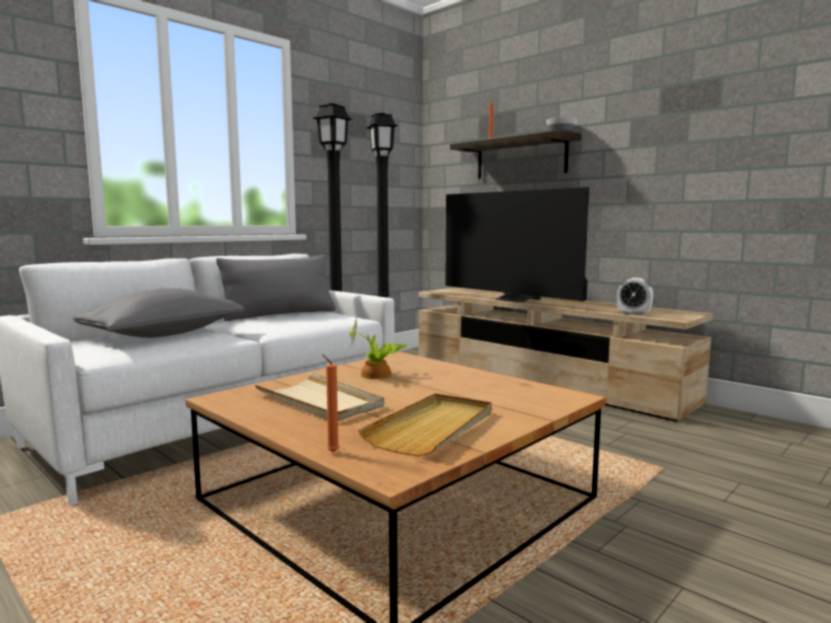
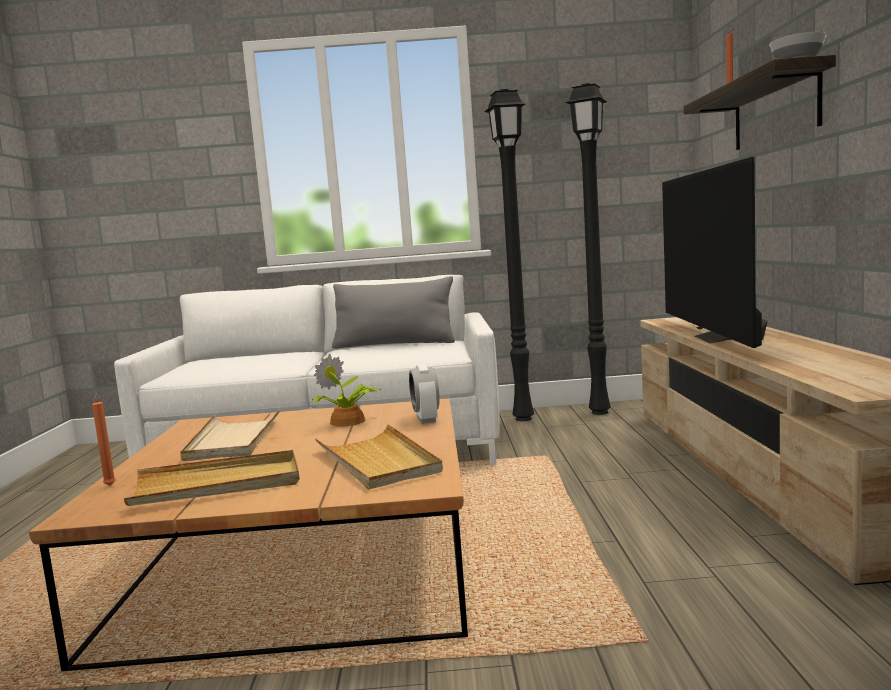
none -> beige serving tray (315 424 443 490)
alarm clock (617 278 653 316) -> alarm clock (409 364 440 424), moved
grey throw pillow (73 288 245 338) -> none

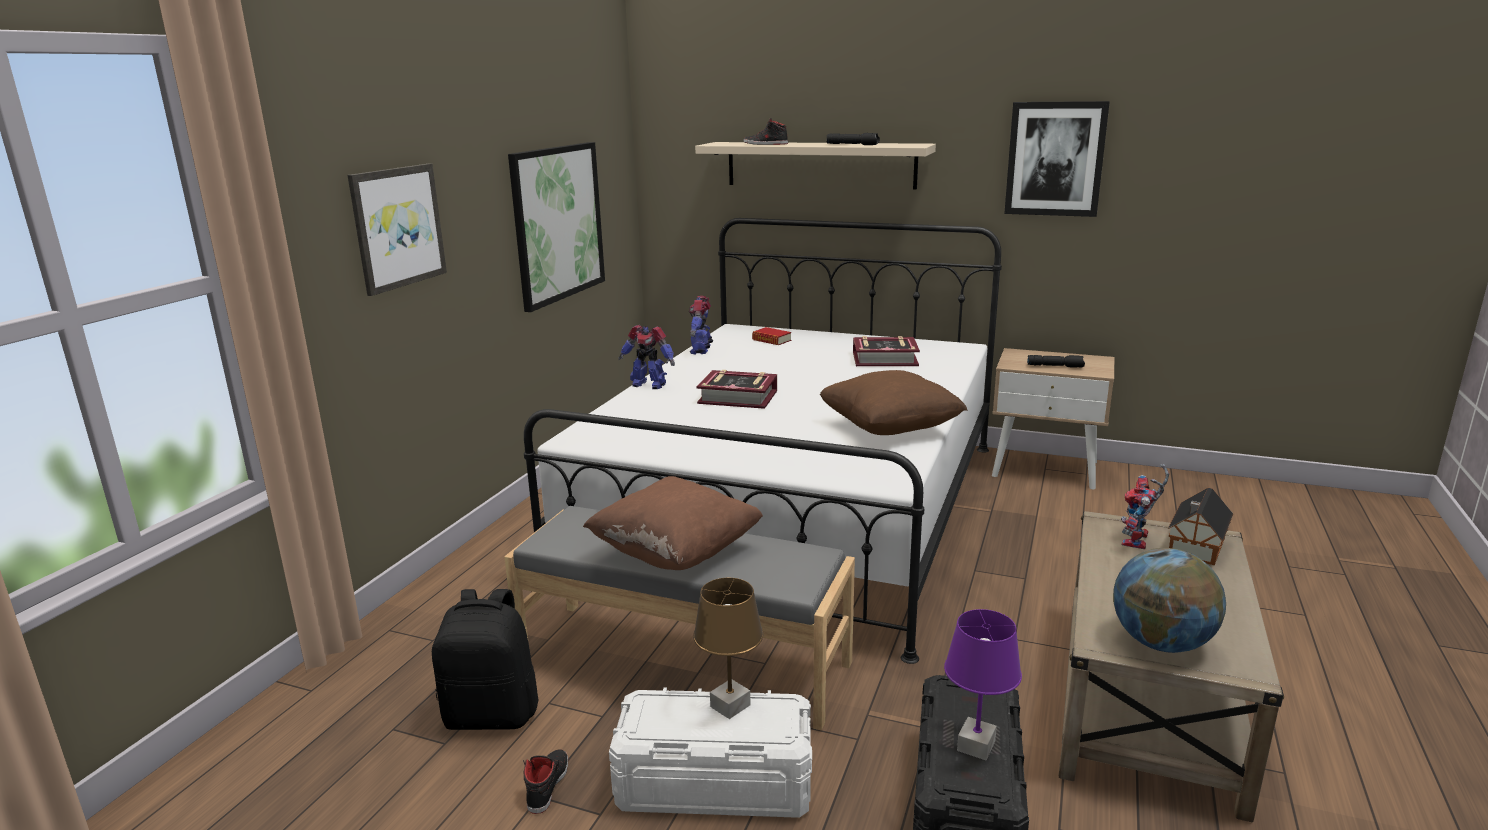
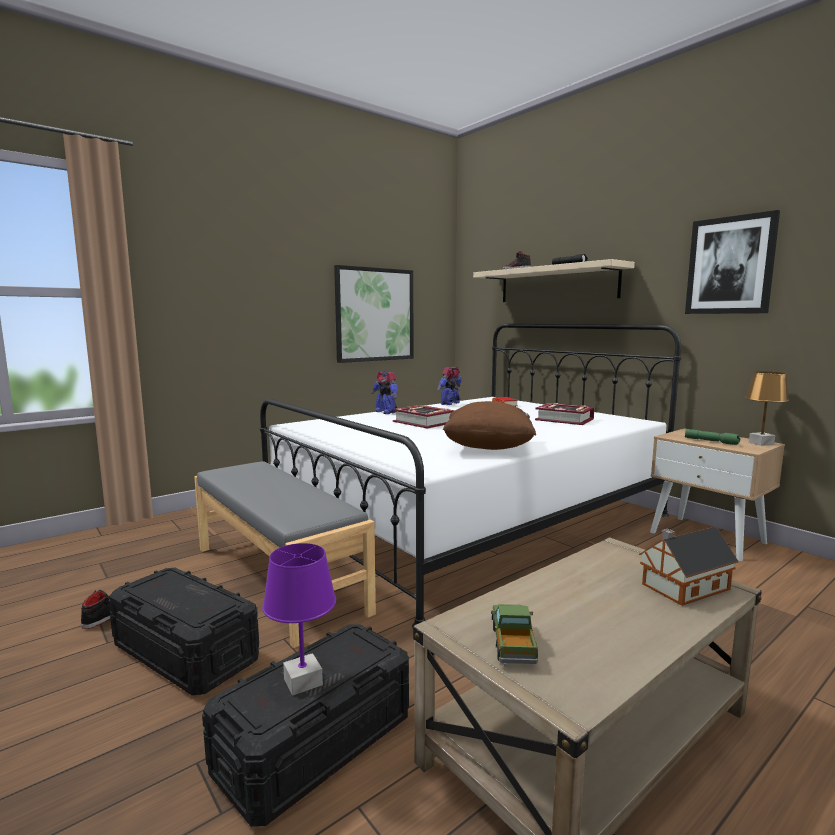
white-coloured storage box (609 688 812 818) -> black storage box (108 568 259 696)
globe (1113 548 1226 653) -> model truck (491 604 538 666)
black torch (1027 355 1085 368) -> green-coloured torch (685 429 740 445)
brown table lamp (693 578 763 719) -> brown table lamp (745 371 789 446), moved
picture (348 163 447 296) -> none
black knapsack (432 589 539 730) -> none
brown throw pillow (583 476 763 570) -> none
model robot (1121 464 1169 549) -> none

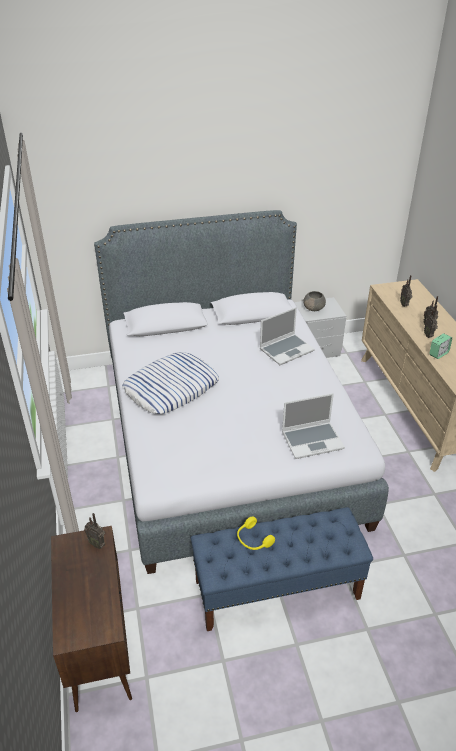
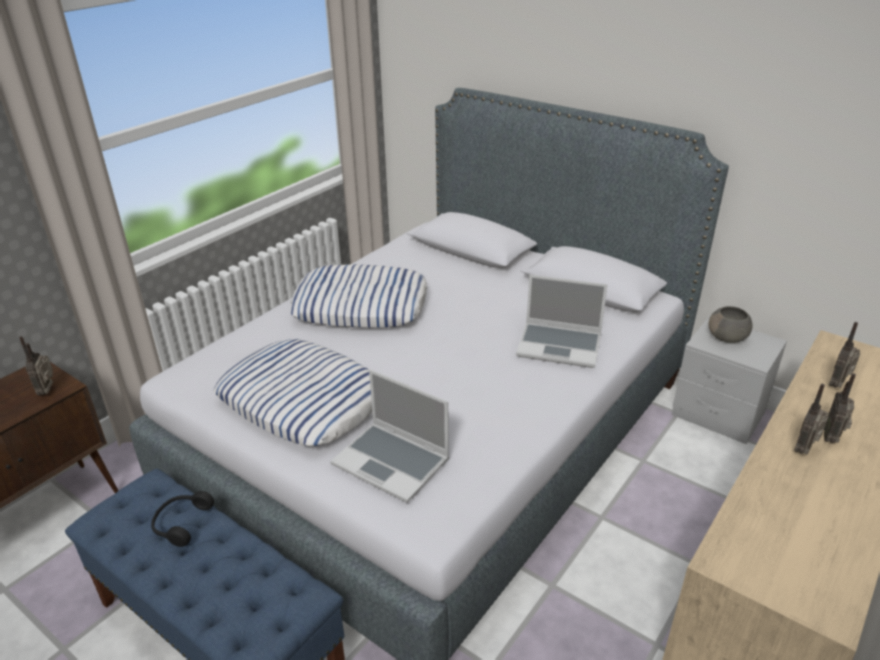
yellow-coloured pair of headphones (237 516 275 550) -> black pair of headphones (151 491 214 547)
none -> throw pillow (214 339 372 447)
alarm clock (429 334 452 359) -> none

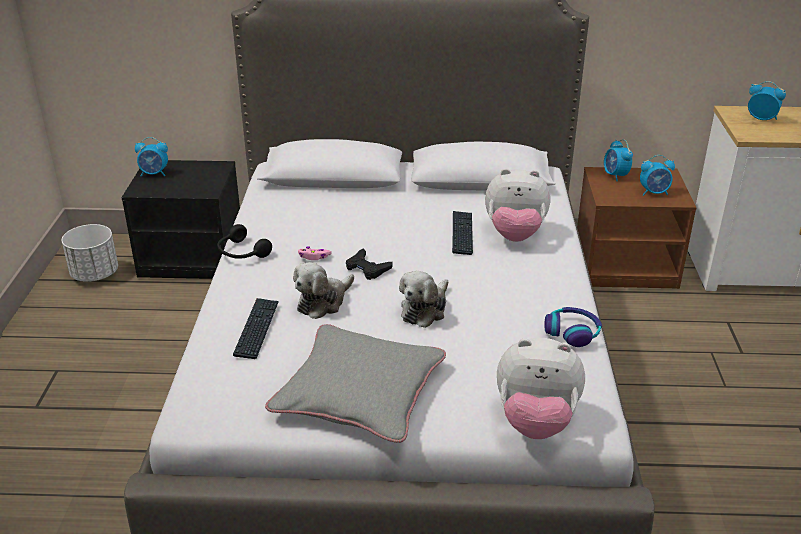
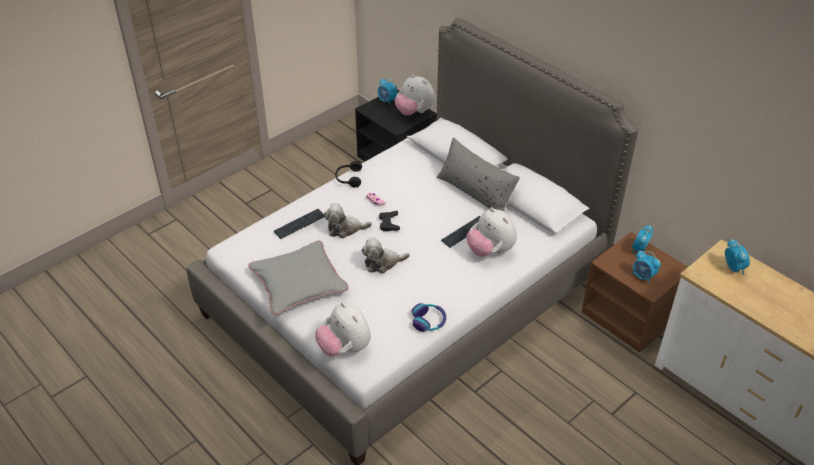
none -> cuddly toy (395 74 435 116)
none -> grey throw pillow (437 137 520 212)
white-coloured plant pot (61 224 118 282) -> none

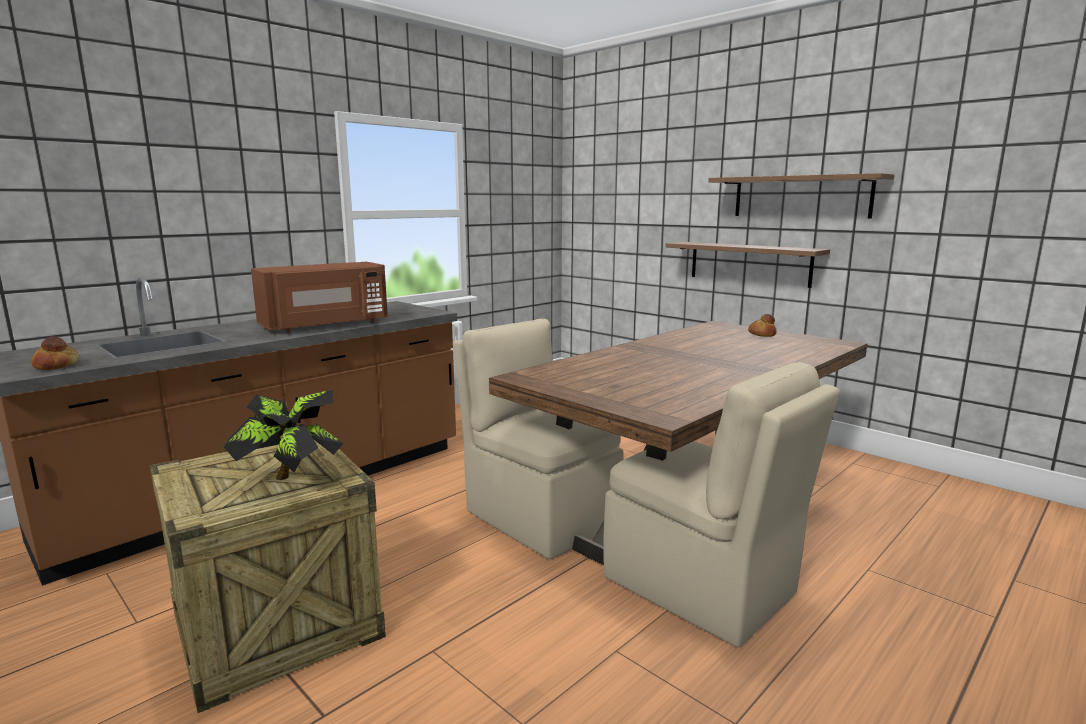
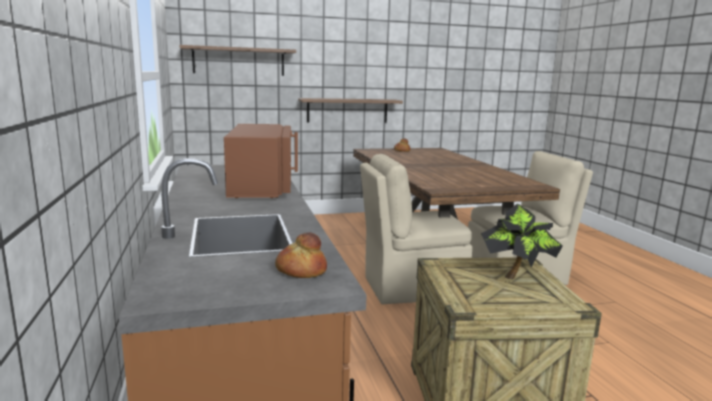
shelf (708 173 894 219) -> shelf (180 45 296 76), moved

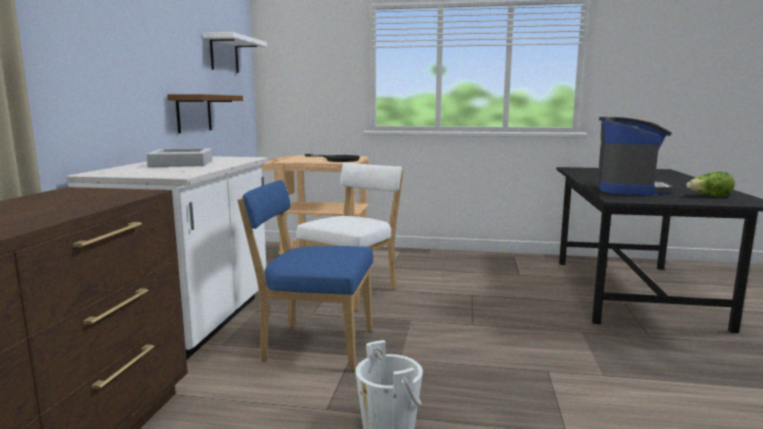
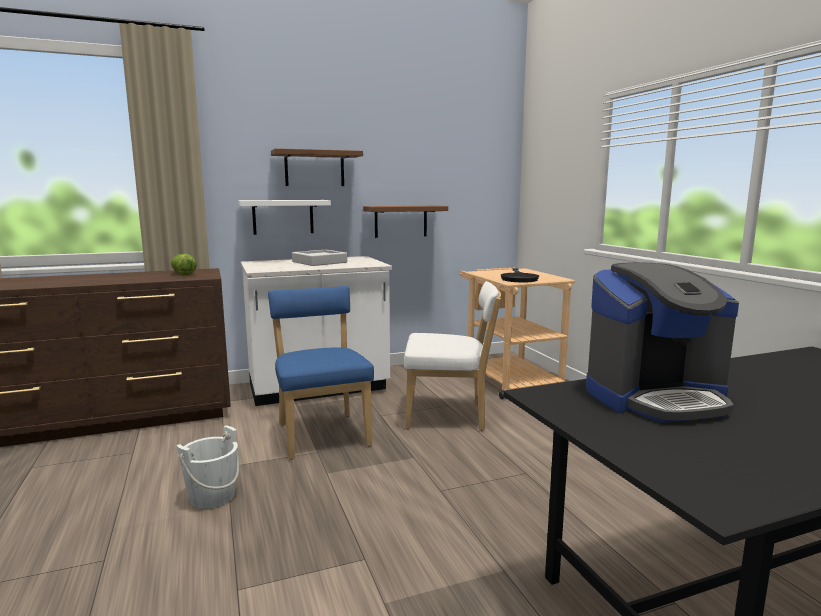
head of lettuce (686 172 735 196) -> head of lettuce (171 253 197 276), moved
white-coloured shelf (203 32 267 73) -> white-coloured shelf (238 200 331 235), moved
none -> brown shelf (271 148 363 186)

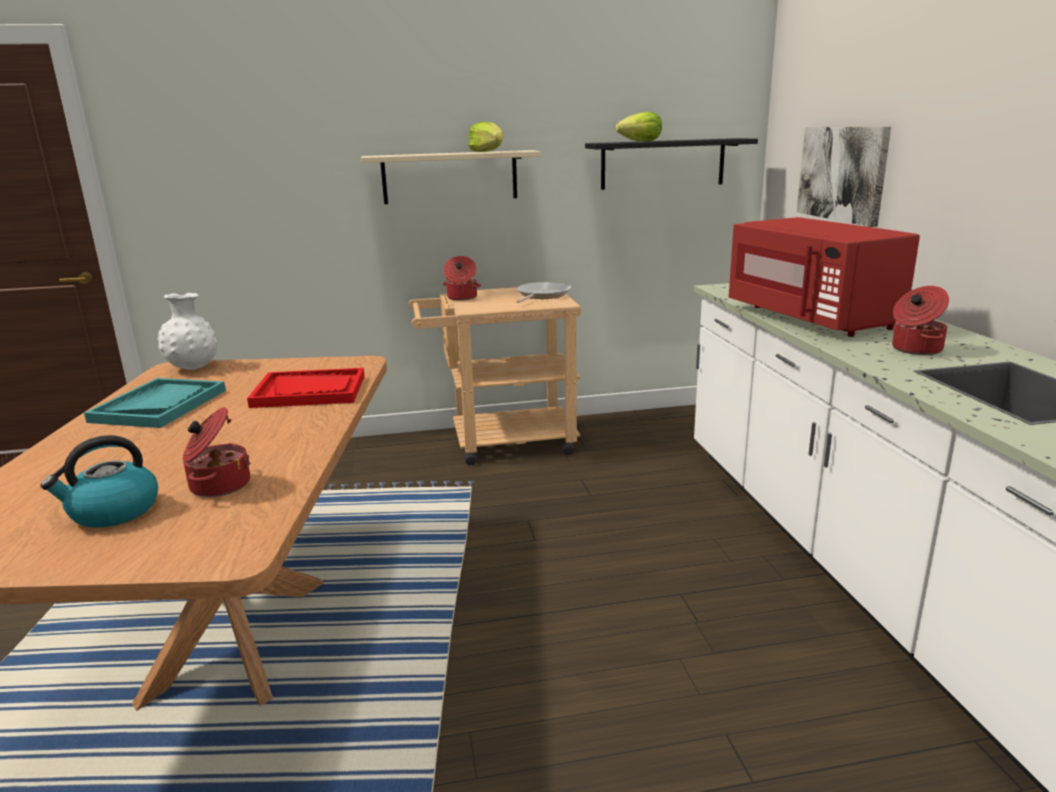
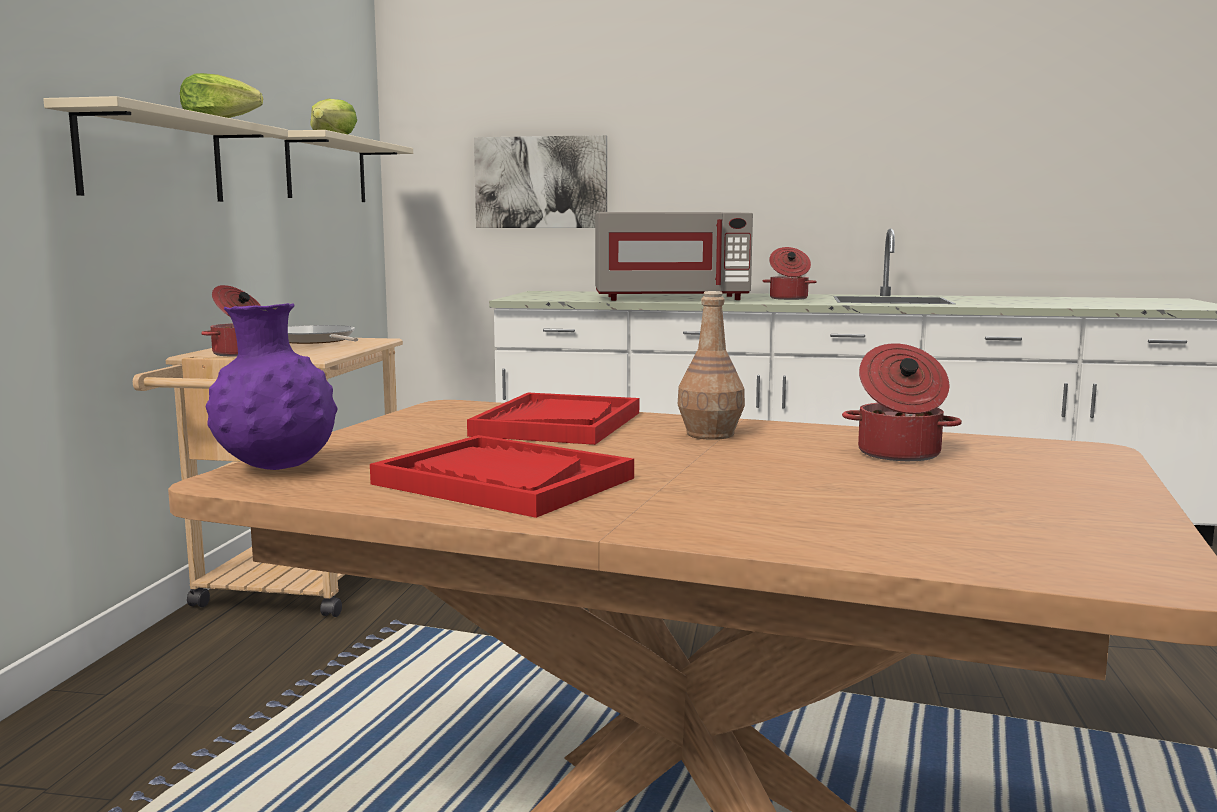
white-coloured decorative vase (158 293 217 370) -> purple decorative vase (206 303 338 470)
black shelf (585 138 758 190) -> beige shelf (273 130 413 202)
turquoise serving tray (84 378 226 428) -> red serving tray (370 435 634 518)
red microwave (729 217 920 337) -> grey microwave (595 212 753 301)
none -> brown beverage bottle (678 291 745 440)
tea kettle (41 435 158 528) -> none

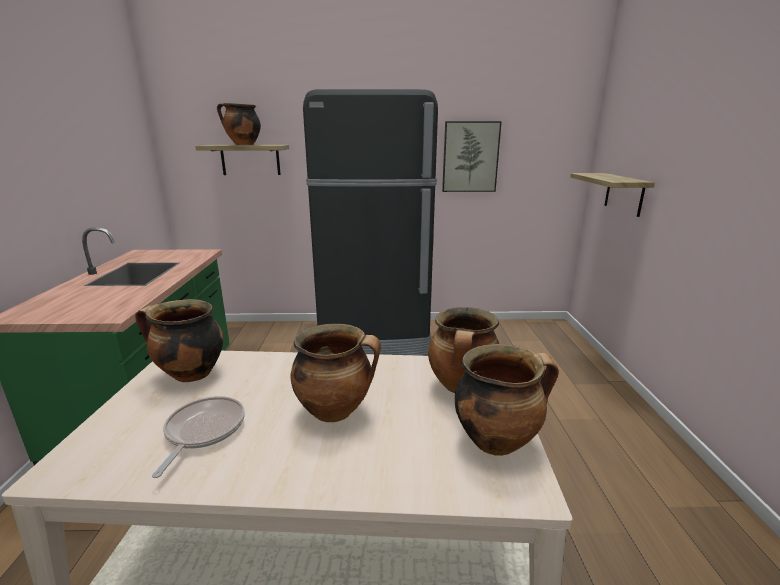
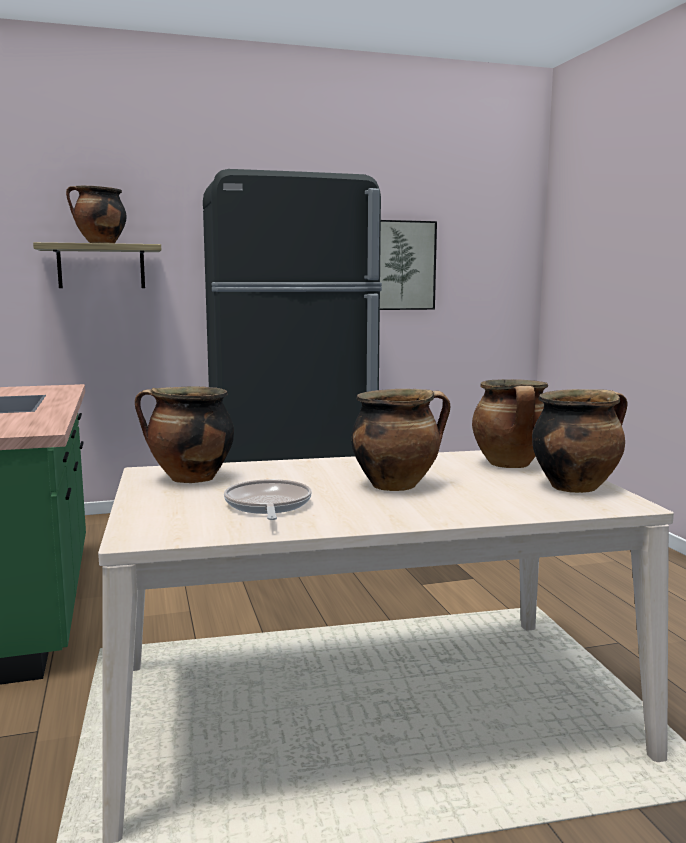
shelf (570 173 655 217) -> none

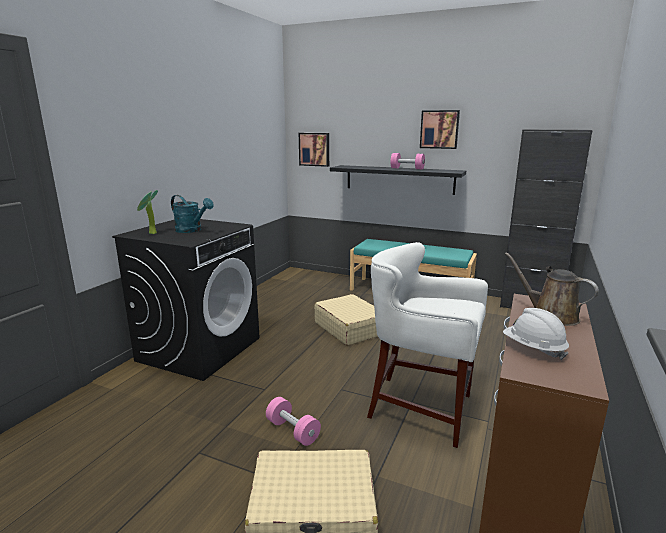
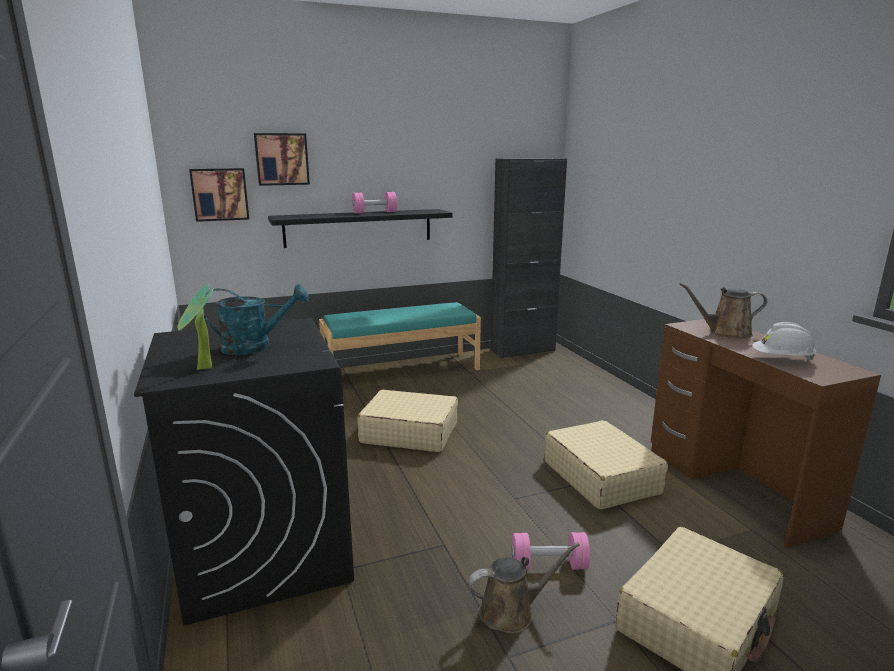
picture (420 110 460 149) -> picture (254 133 310 186), moved
none -> brown sprinkling can (468 543 580 634)
white-coloured stool (367 242 488 448) -> beige travel case (545 420 668 510)

